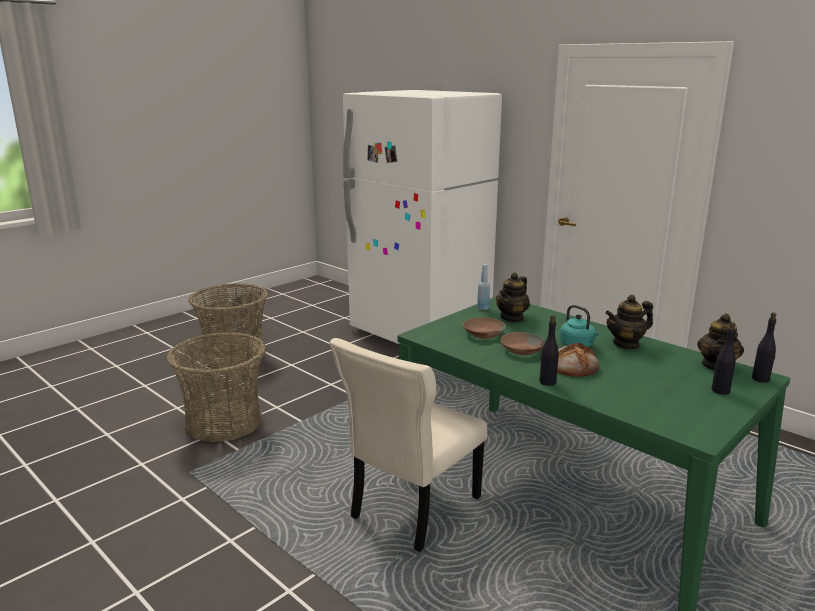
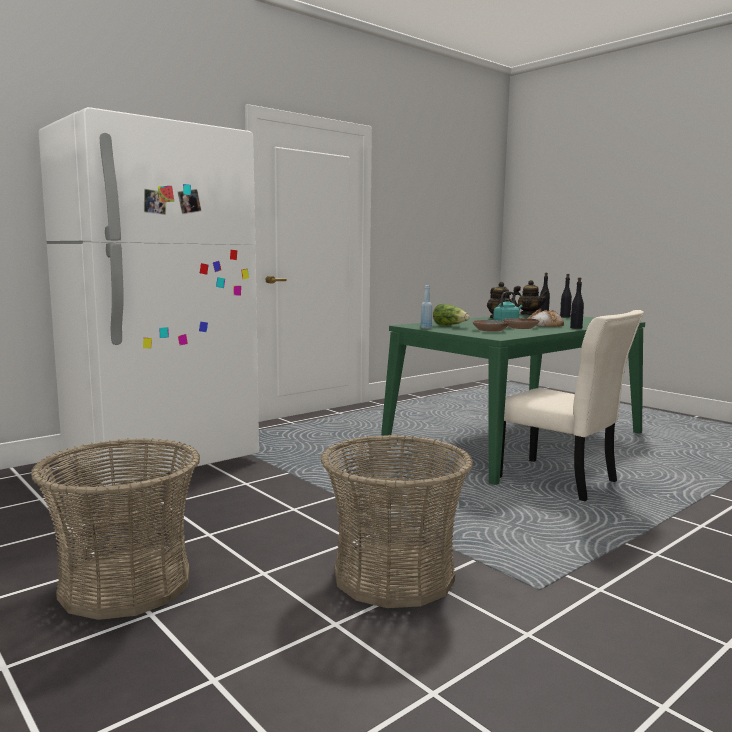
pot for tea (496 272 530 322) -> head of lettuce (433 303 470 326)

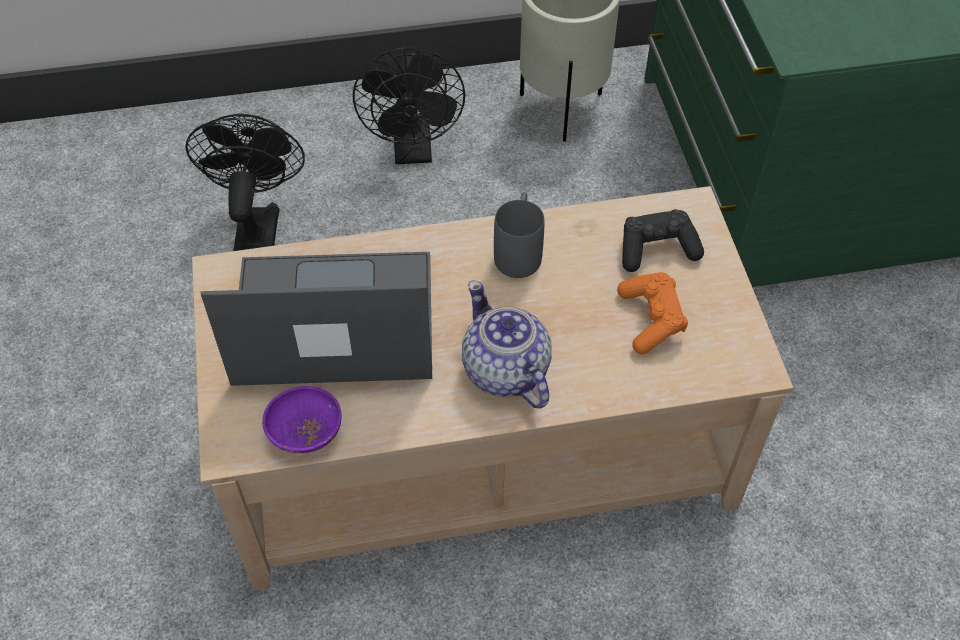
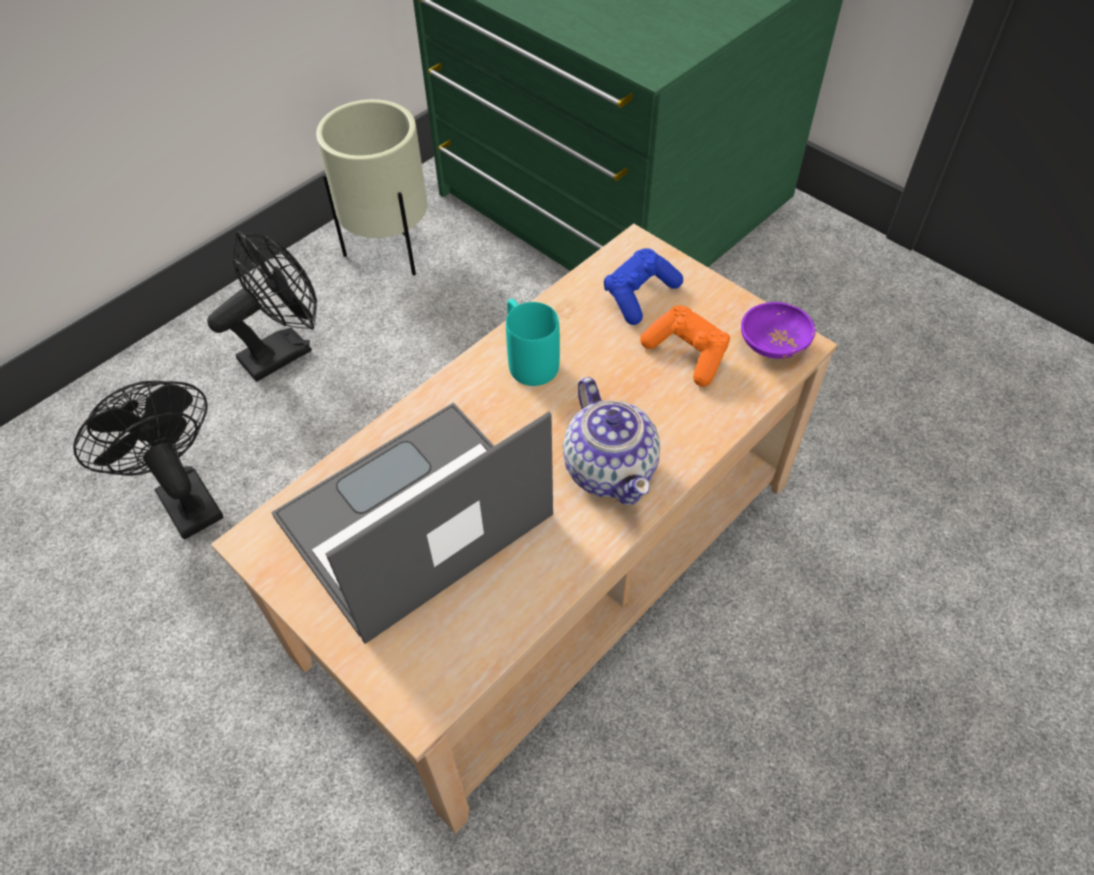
black fan (353 47 465 164) -> black fan (207 231 318 382), 90 degrees counterclockwise
grey tea mug (494 192 545 278) -> turquoise tea mug (506 299 560 386)
pot for tea (462 280 552 409) -> pot for tea (563 377 660 505), 135 degrees counterclockwise
black game controller (622 209 704 272) -> blue game controller (604 248 683 325)
purple serving bowl (262 386 341 453) -> purple serving bowl (741 302 816 359), moved

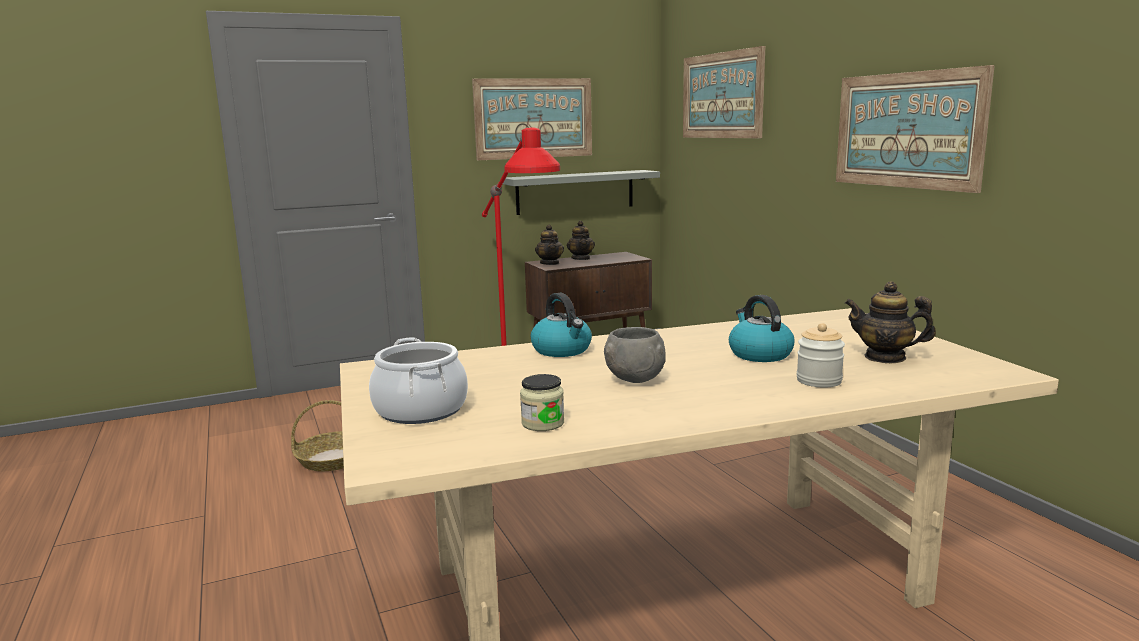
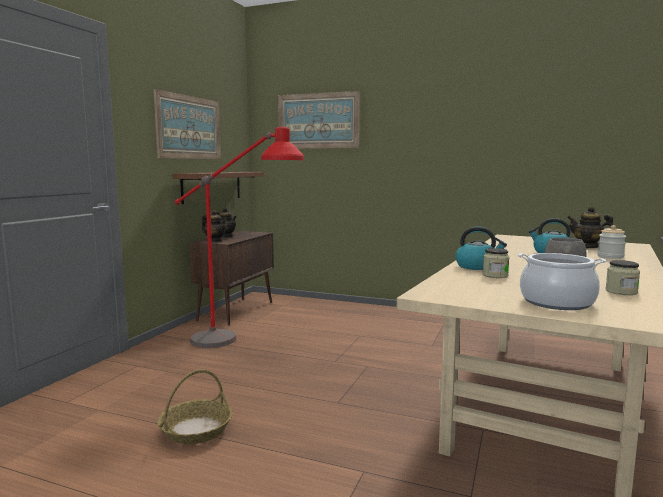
grey shelf (503 170 660 215) -> brown shelf (173 172 264 204)
none -> storage jar (483 248 509 278)
pot for tea (845 281 936 363) -> pot for tea (567 206 613 248), 60 degrees clockwise
picture (836 65 995 193) -> none

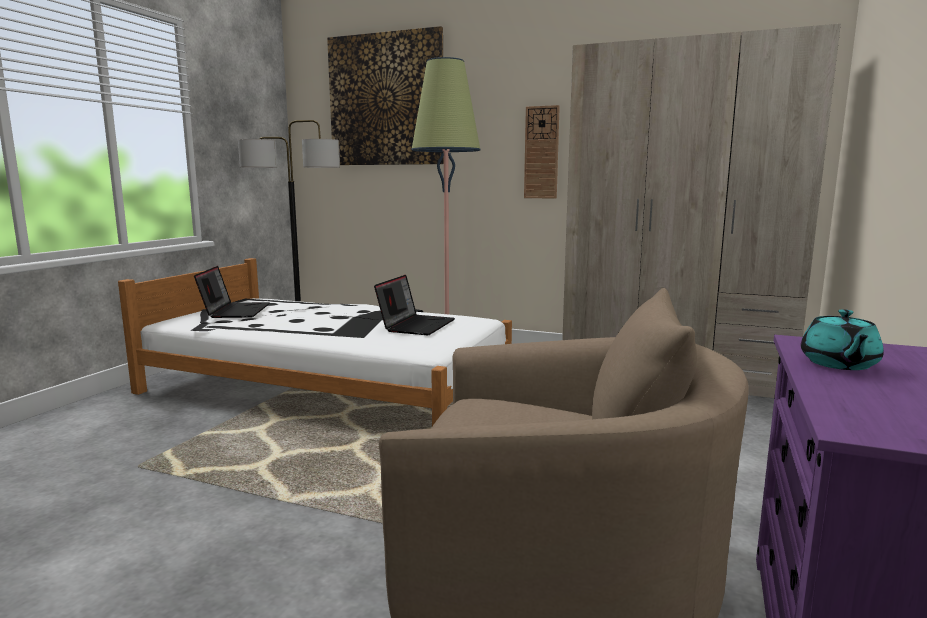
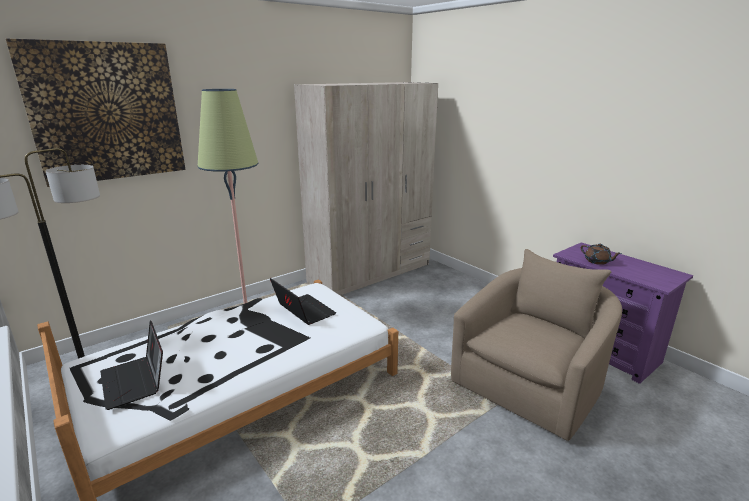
notebook computer (194 266 270 318) -> notebook computer (100 321 163 410), 150 degrees counterclockwise
turquoise pot for tea (801 309 884 370) -> brown pot for tea (581 244 622 265)
hanging clock (524 105 560 199) -> none

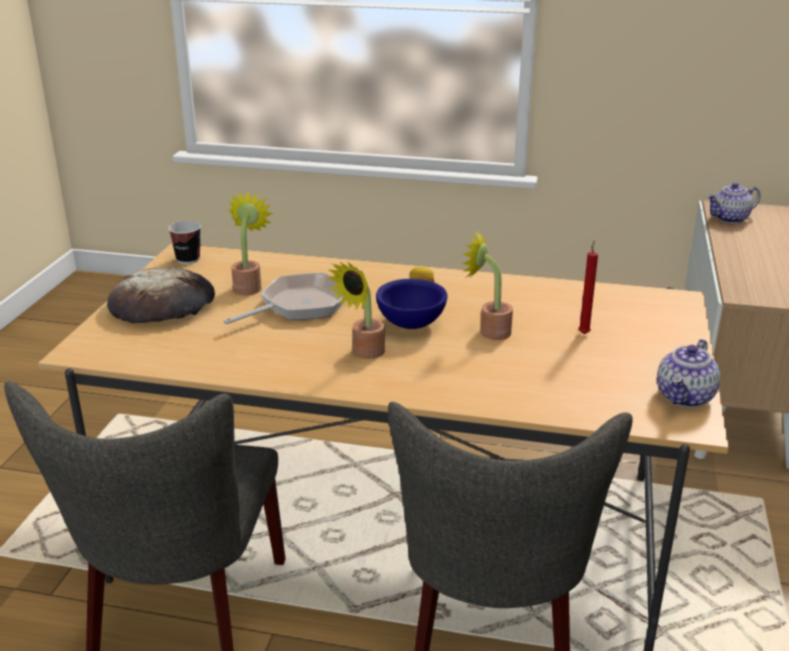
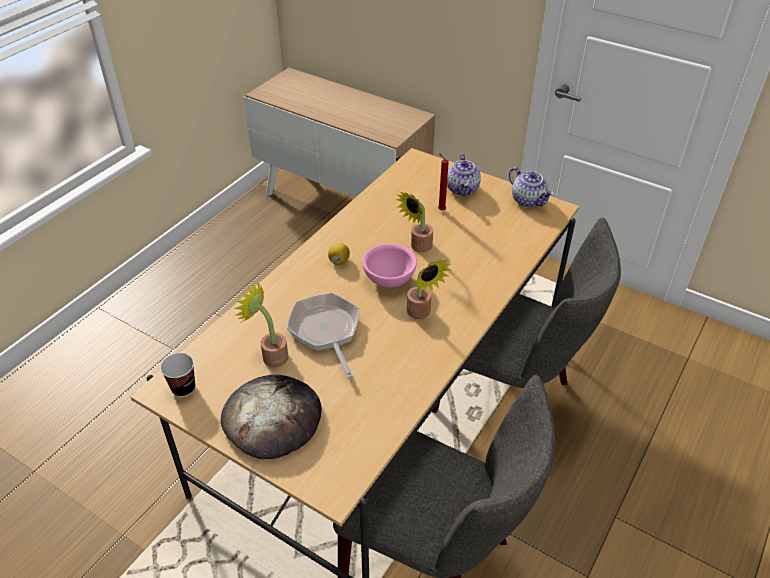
blue serving bowl (376 279 448 329) -> pinkish serving bowl (362 243 417 288)
pot for tea (707 183 761 223) -> pot for tea (447 154 481 196), moved

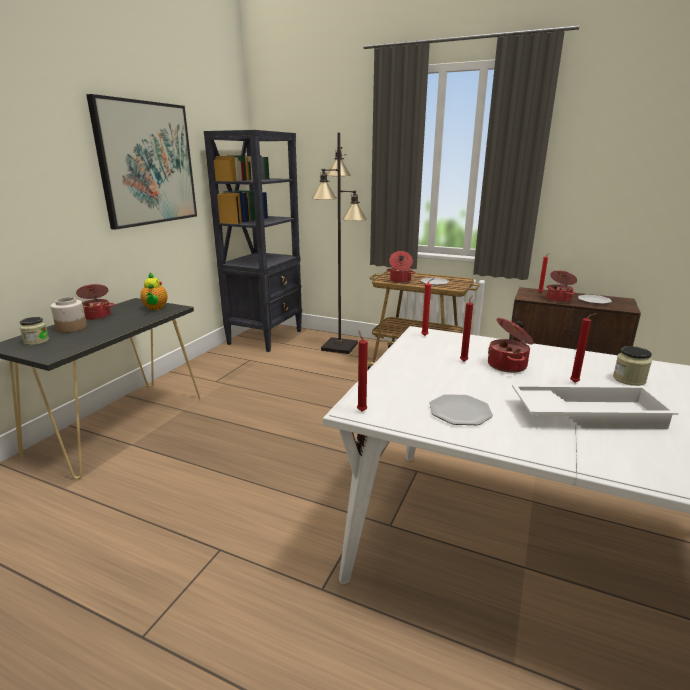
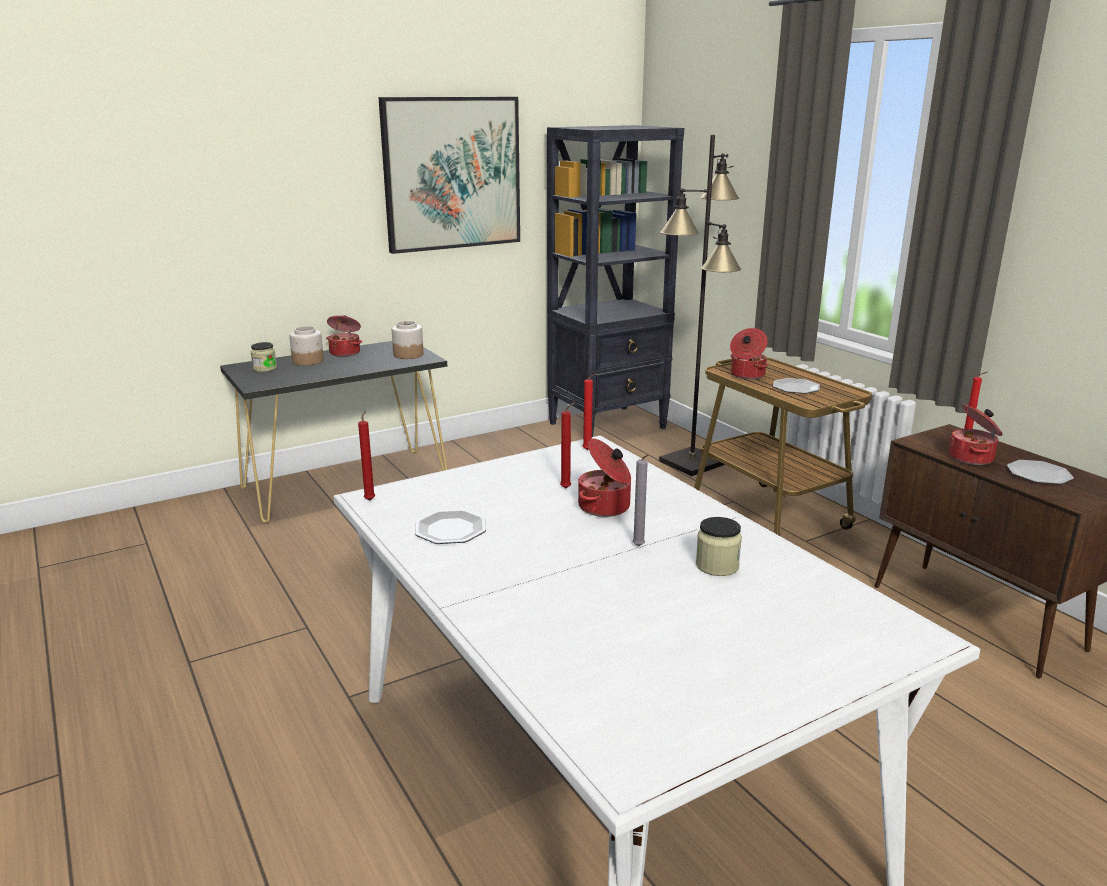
pot for tea (140 273 168 310) -> storage jar (392 321 424 359)
red candle (570 313 598 383) -> grey candle (632 455 649 546)
white-coloured serving tray (512 385 679 429) -> none

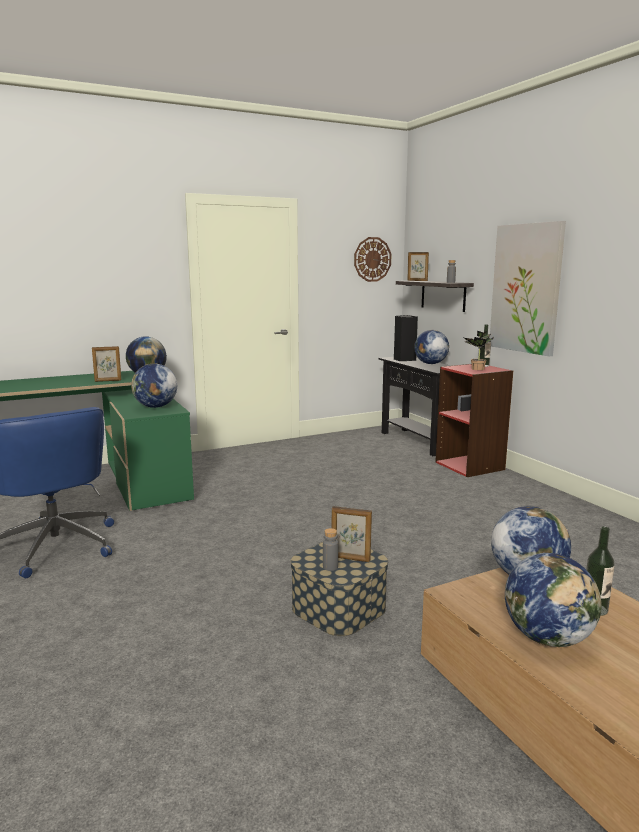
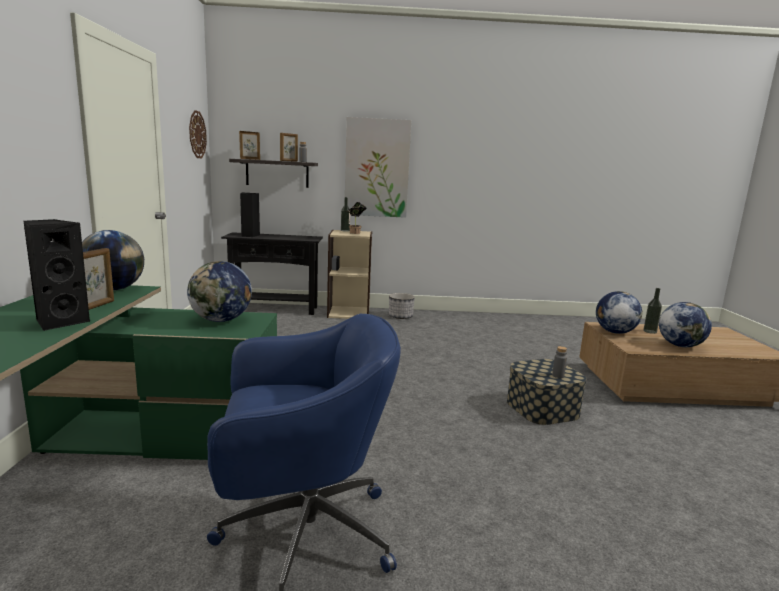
none -> black audio speaker (23 219 91 331)
photo frame (331 506 372 562) -> photo frame (280 133 298 162), moved
red bookshelf (435 364 513 477) -> beige bookshelf (327 230 372 319)
none -> plant pot (389 293 415 319)
globe (414 330 449 364) -> none

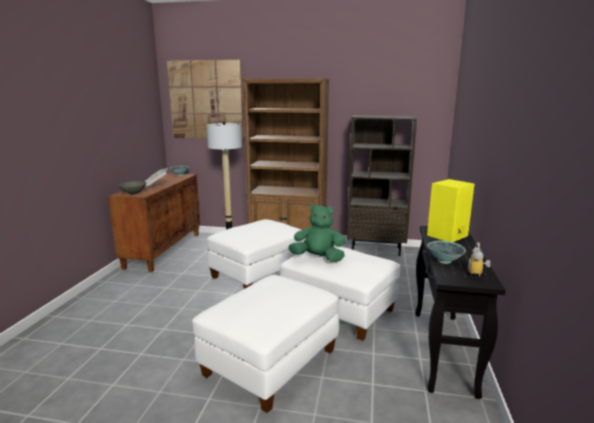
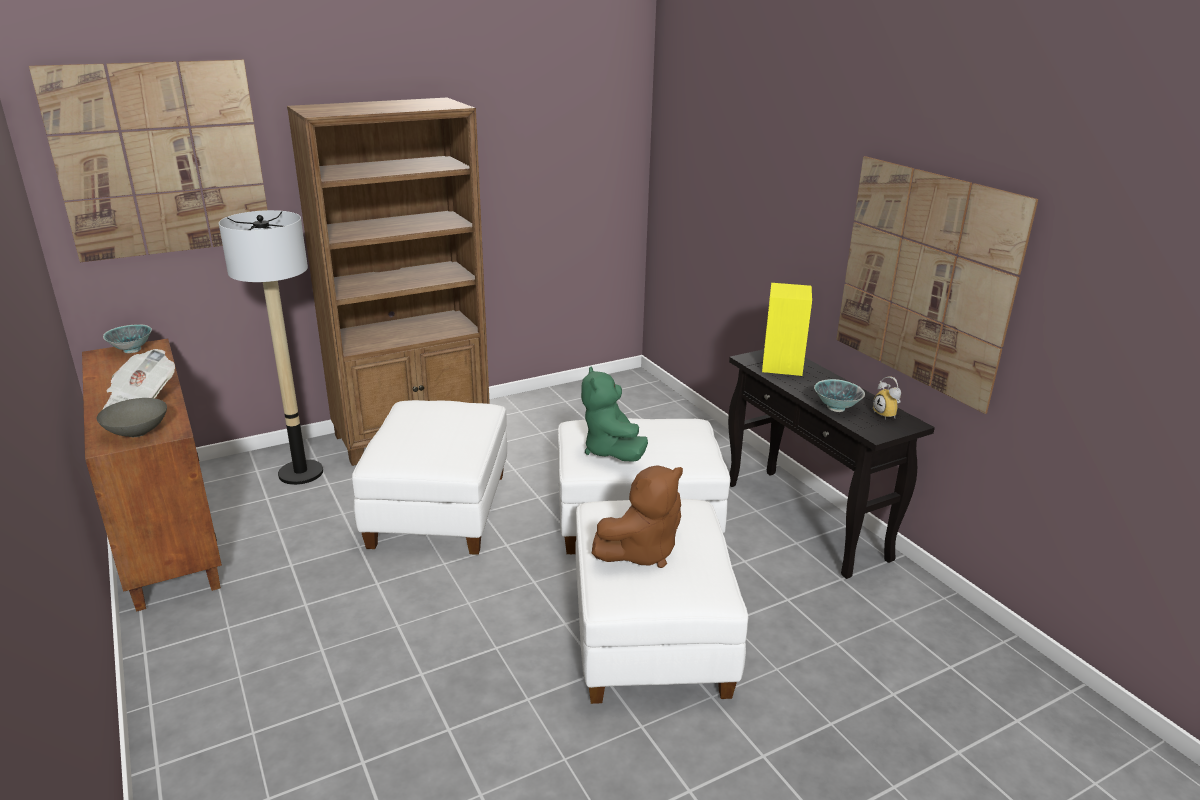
green-coloured cuddly toy (289 204 346 262) -> green-coloured cuddly toy (581 366 648 462), 75 degrees counterclockwise
none -> brown cuddly toy (592 465 683 568)
none -> picture (836 156 1038 414)
brown bookshelf (347 115 417 256) -> none

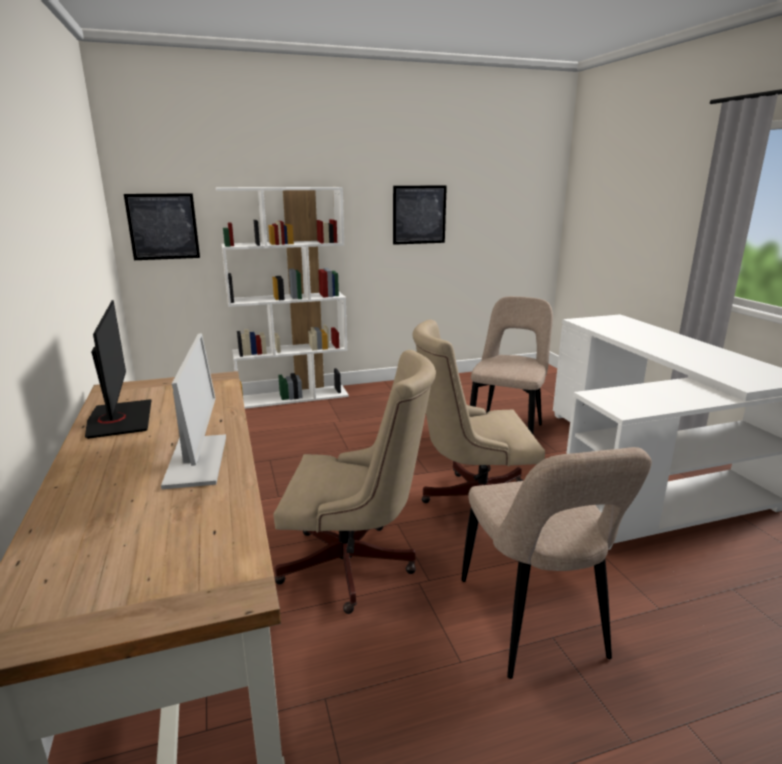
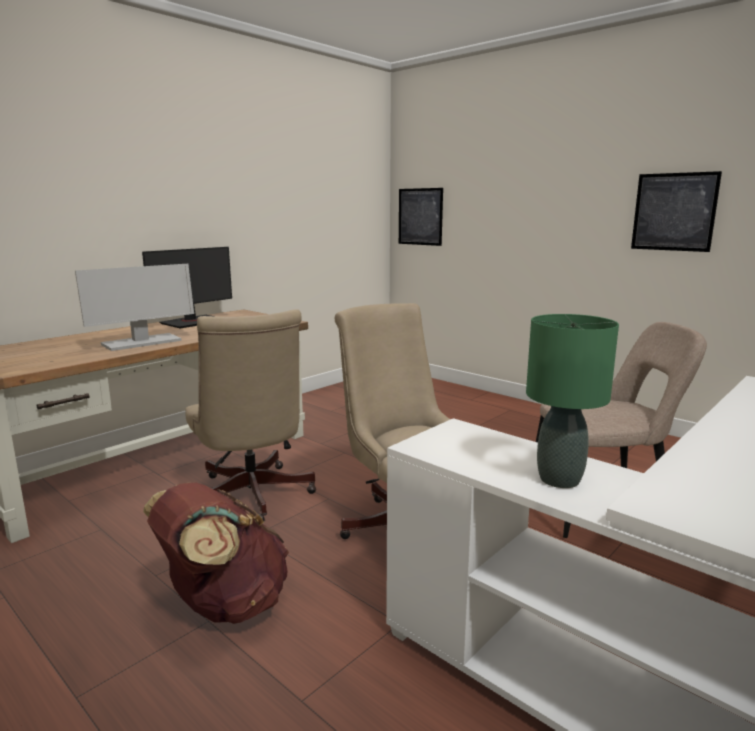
beige plain chair (461 447 652 679) -> brown knapsack (143 483 289 624)
none -> green-coloured table lamp (526 314 619 488)
white-coloured bookshelf (216 187 349 409) -> none

